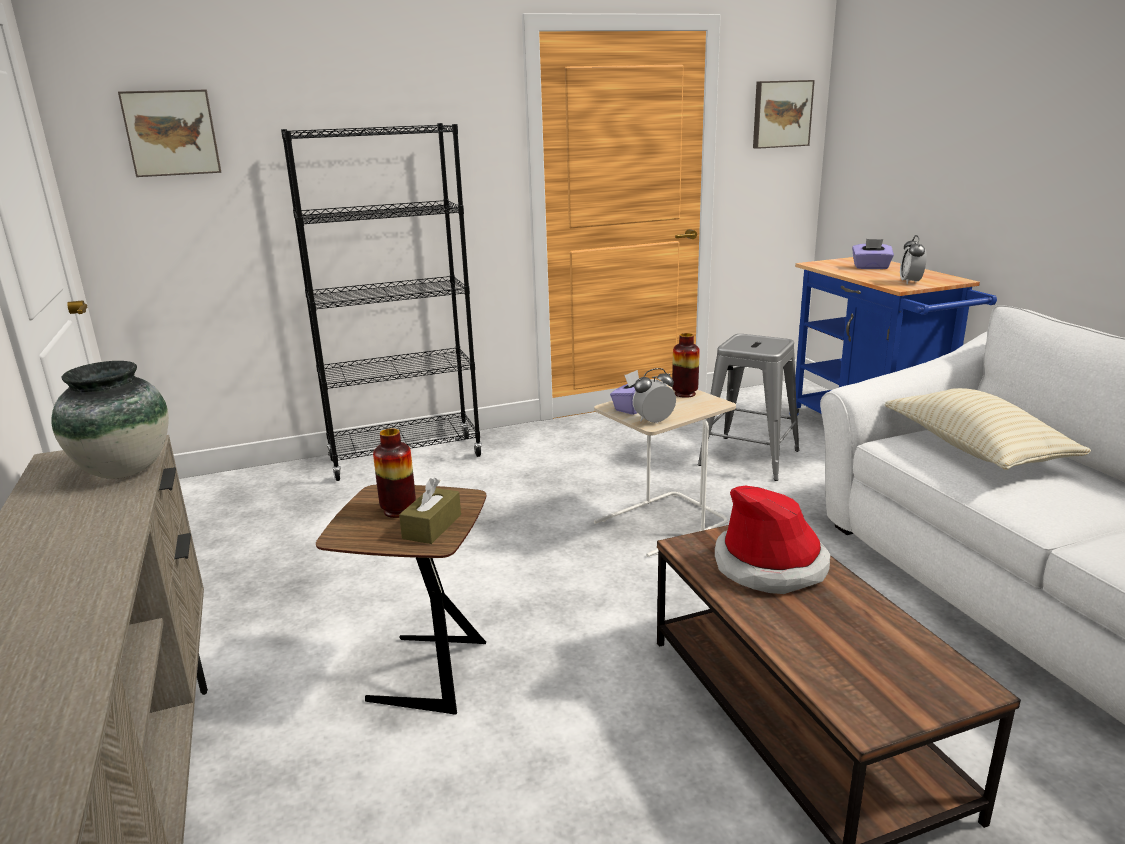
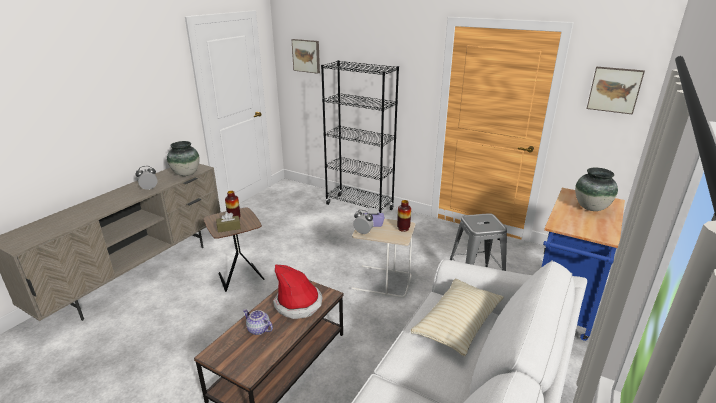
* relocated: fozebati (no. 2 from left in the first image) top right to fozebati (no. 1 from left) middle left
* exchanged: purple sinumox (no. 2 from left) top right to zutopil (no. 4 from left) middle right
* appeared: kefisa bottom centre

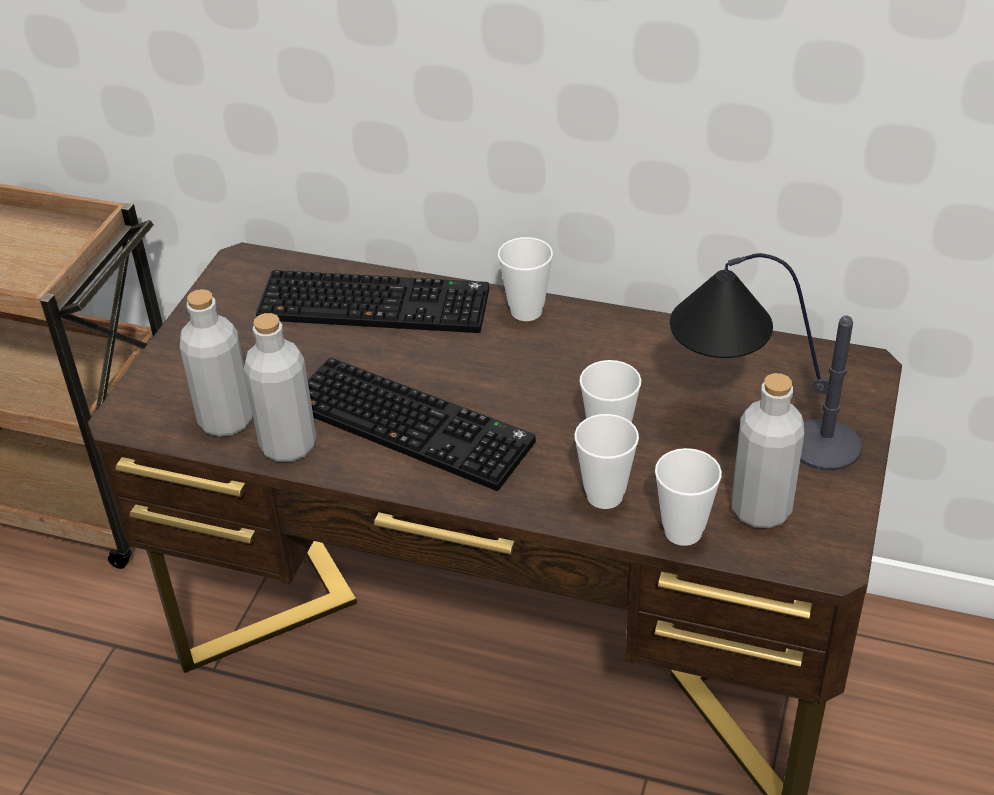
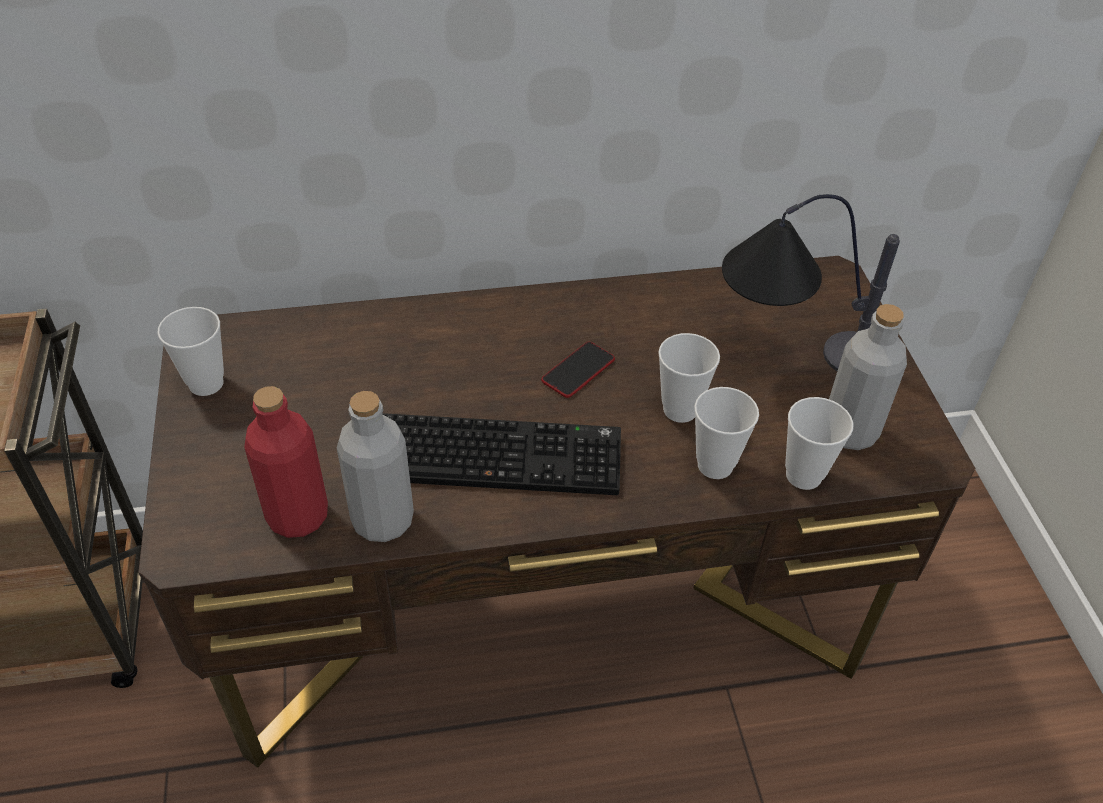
* relocated: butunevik (no. 1 from left) centre to middle left
* missing: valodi (no. 1 from left) centre
* colour: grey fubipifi (no. 1 from left) middle left to red fubipifi middle left
* appeared: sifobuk centre

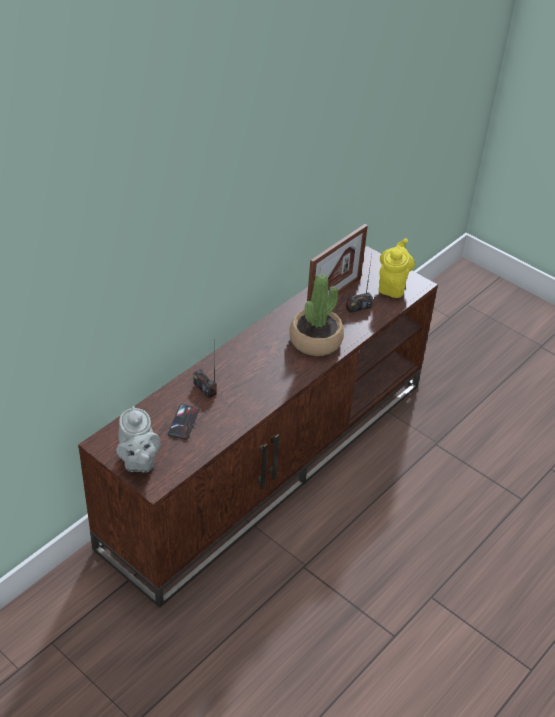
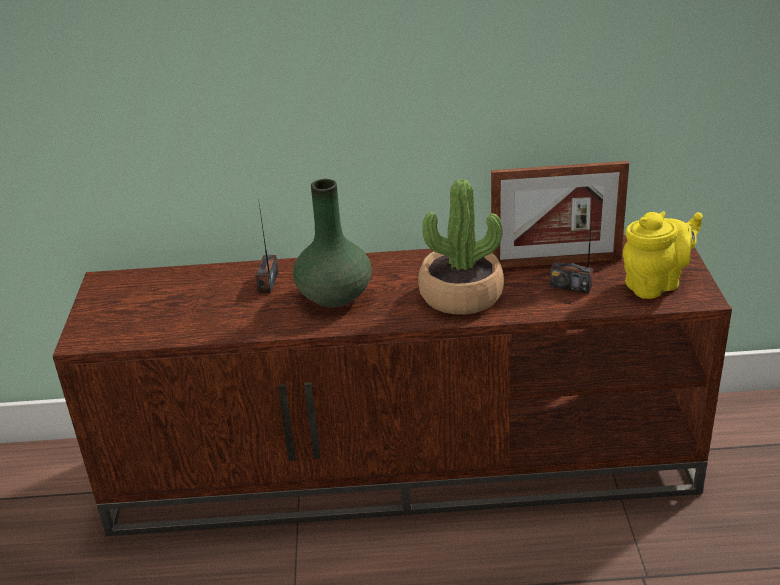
* missing: sifobuk middle left
* missing: grey kefisa middle left
* appeared: green zutopil centre

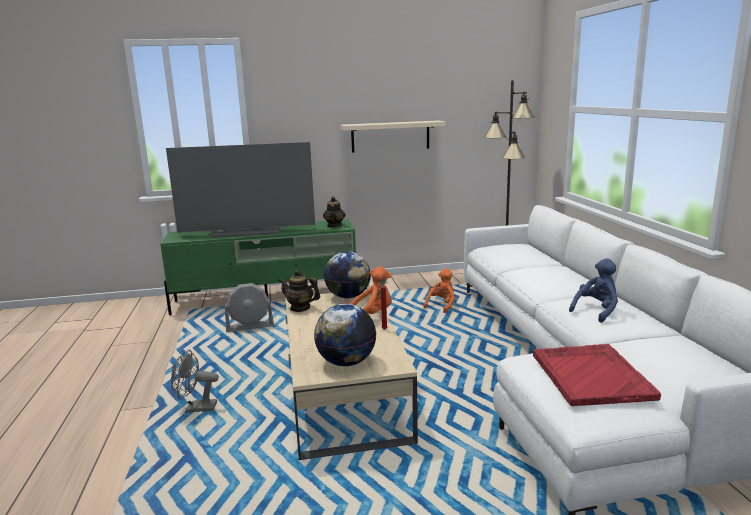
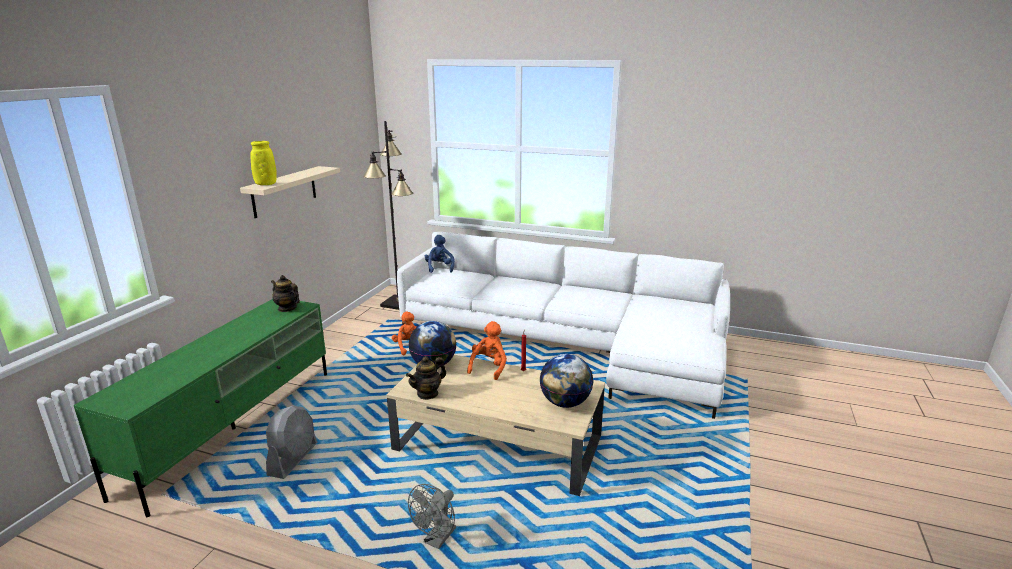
* missing: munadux middle left
* relocated: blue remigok middle right to centre
* missing: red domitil bottom right
* appeared: yellow zutopil top left

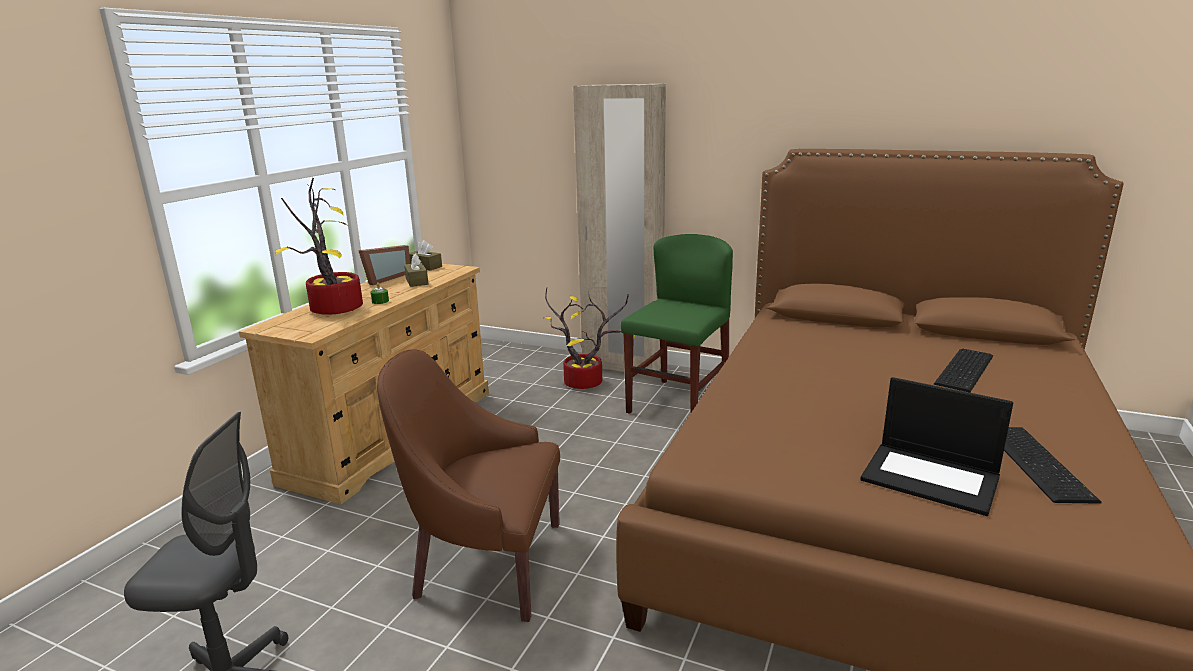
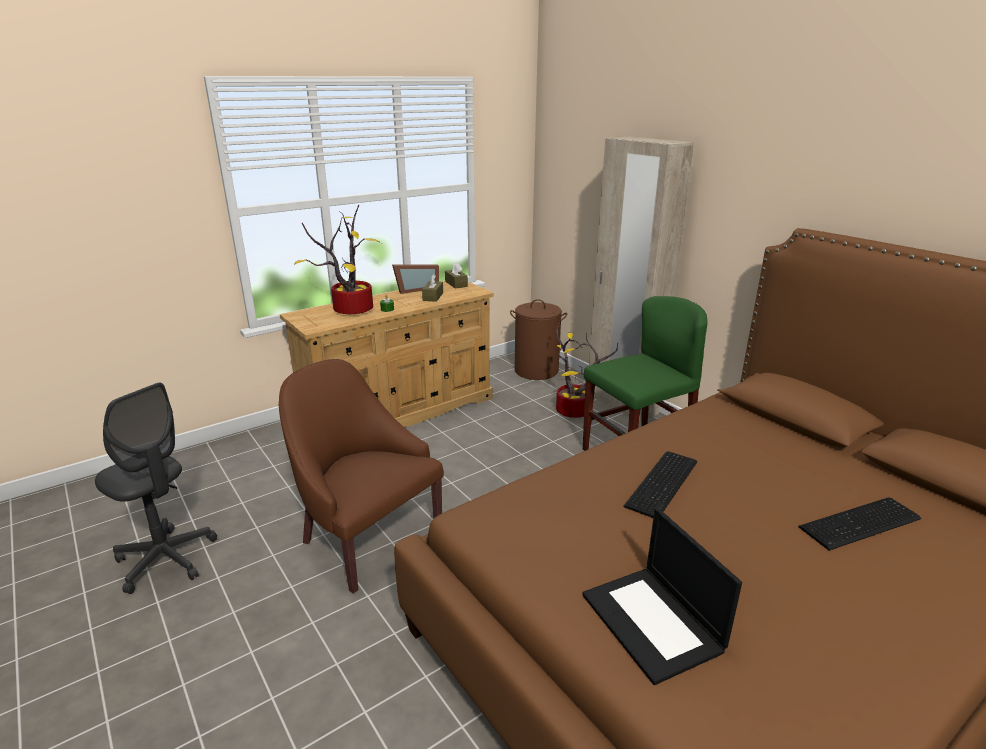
* relocated: valodi (no. 2 from left in the first image) bottom right to valodi (no. 1 from left) middle right
* appeared: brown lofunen centre

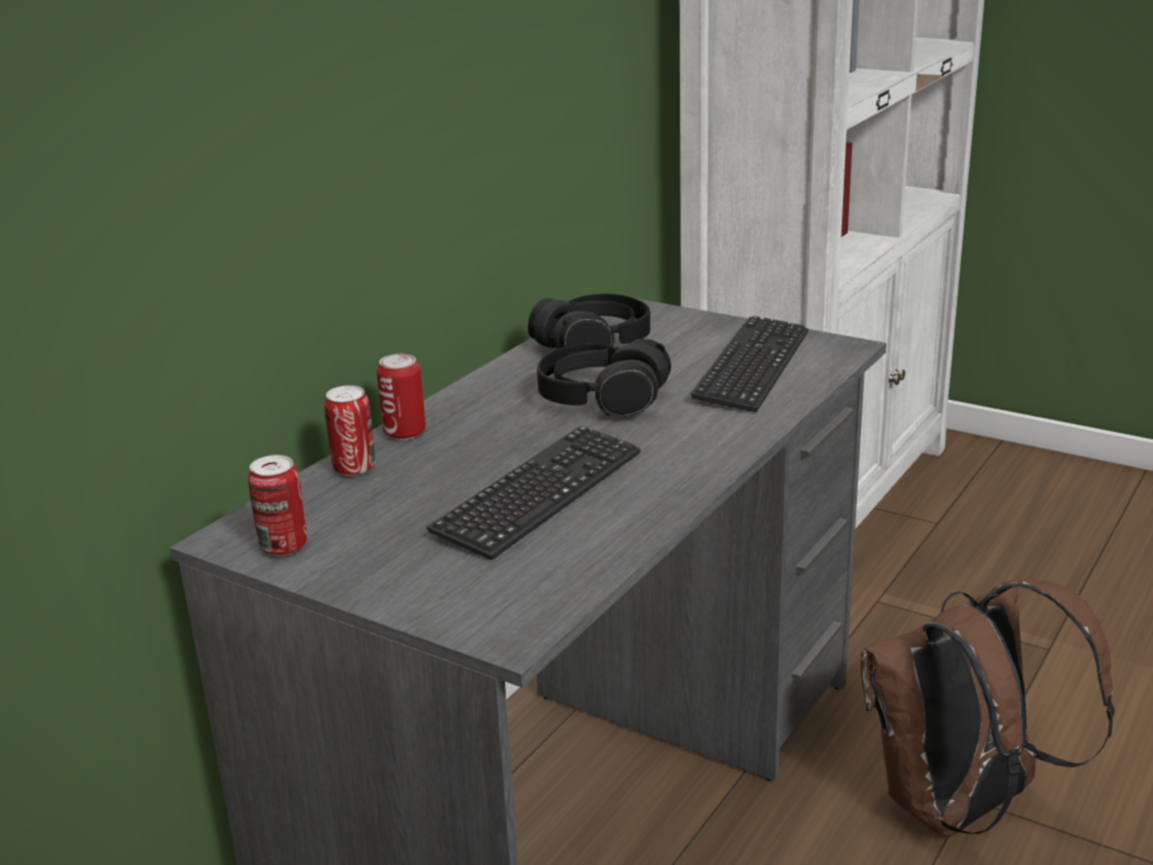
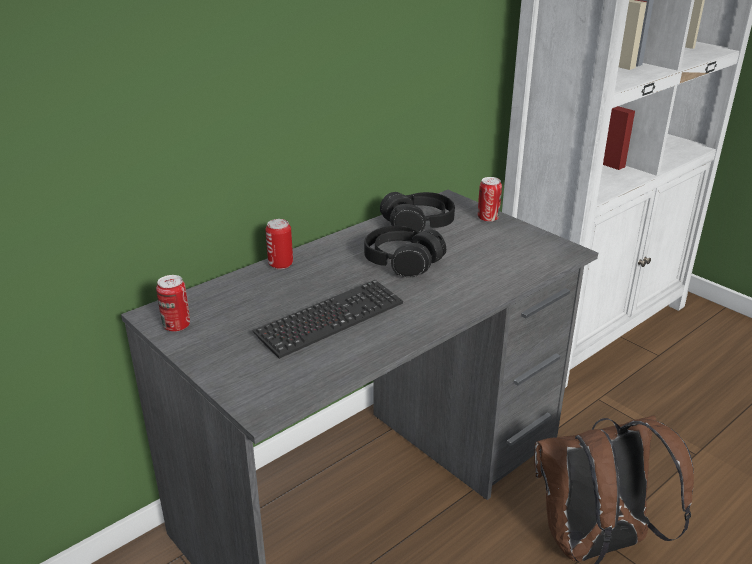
* missing: valodi (no. 2 from left) centre
* relocated: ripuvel (no. 2 from left in the first image) middle left to ripuvel (no. 3 from left) centre

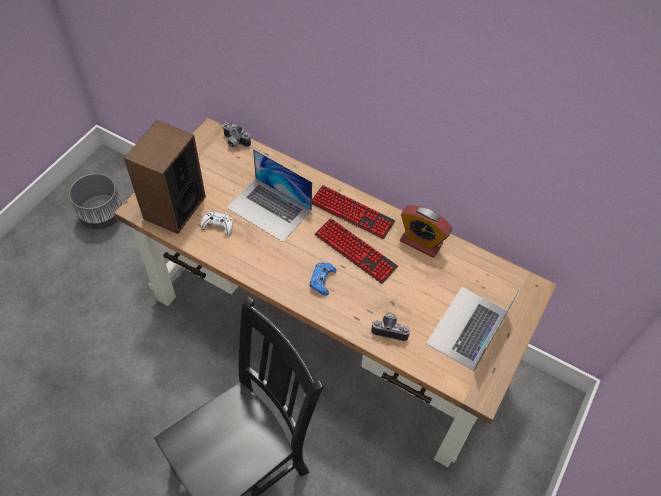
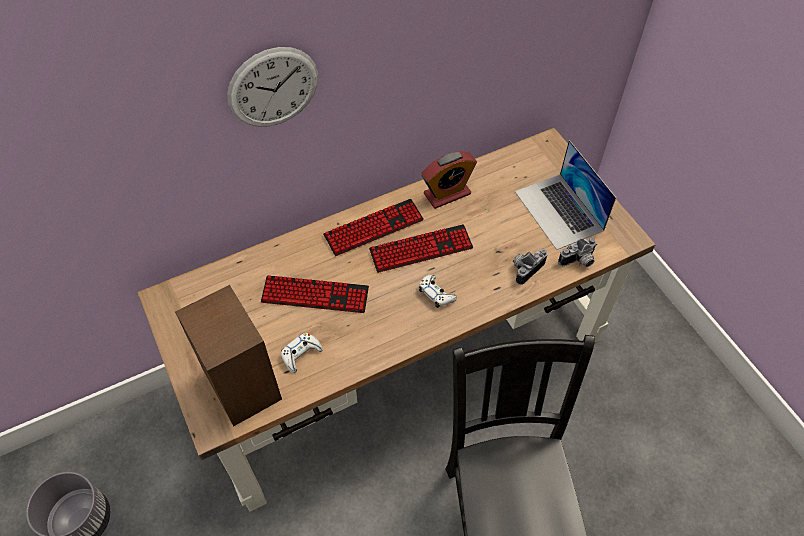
* relocated: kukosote (no. 1 from left in the first image) top centre to kukosote (no. 2 from left) middle right
* exchanged: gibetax (no. 1 from left) centre to valodi (no. 1 from left) centre
* colour: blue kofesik centre to white kofesik (no. 2 from left) centre
* appeared: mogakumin top centre

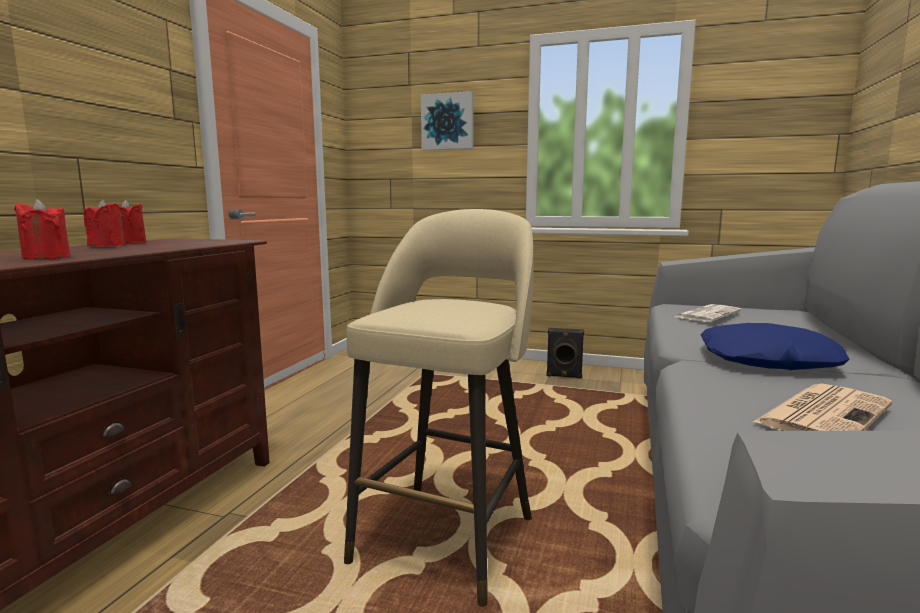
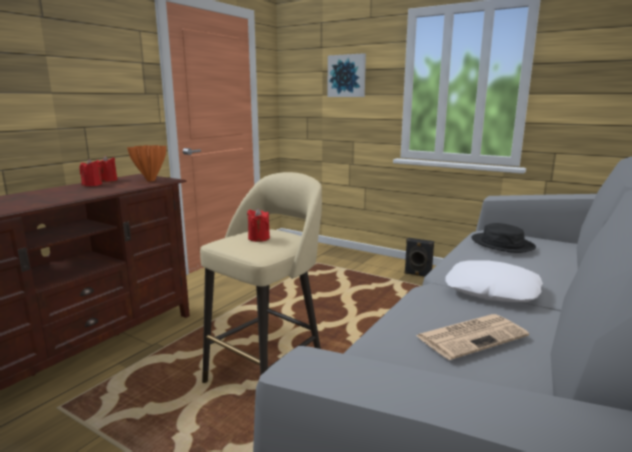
* relocated: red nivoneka (no. 1 from left in the first image) middle left to red nivoneka (no. 3 from left) centre
* exchanged: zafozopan (no. 1 from left) middle right to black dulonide middle right
* colour: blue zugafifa middle right to white zugafifa middle right
* appeared: orange zutopil middle left

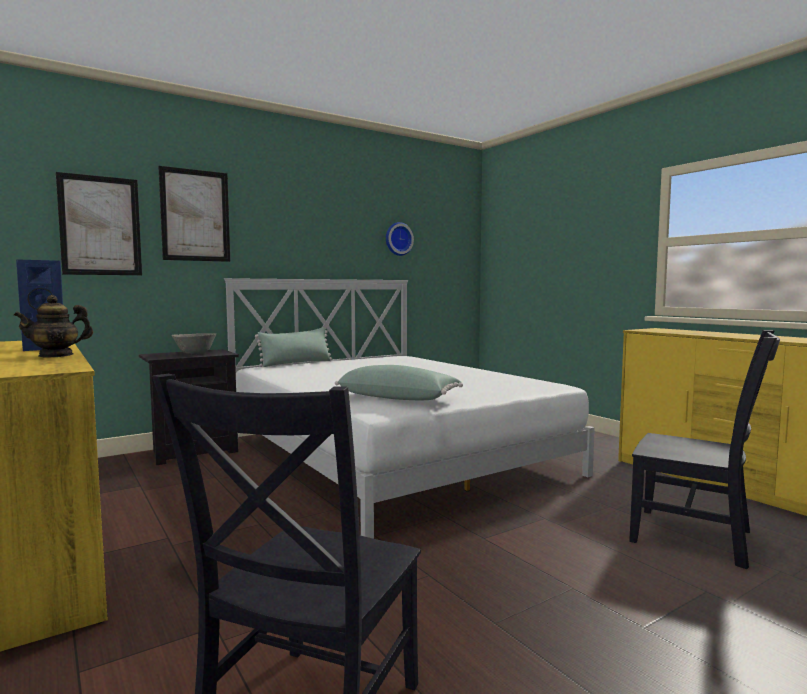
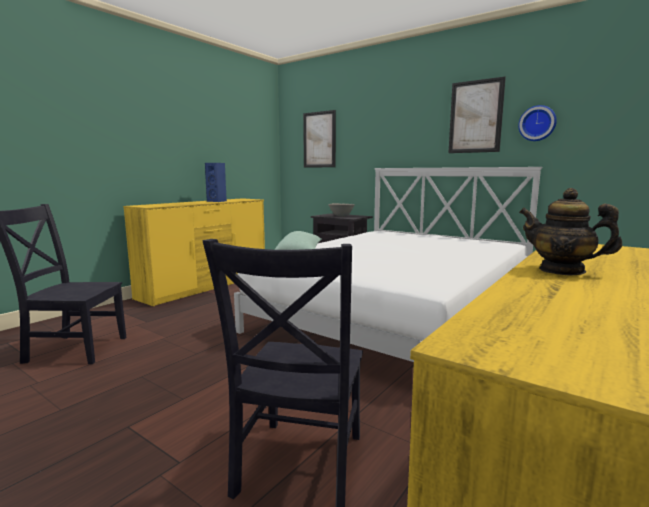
* relocated: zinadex (no. 2 from left) top left to top right
* relocated: kefisa middle left to middle right
* missing: green zugafifa (no. 1 from left) centre

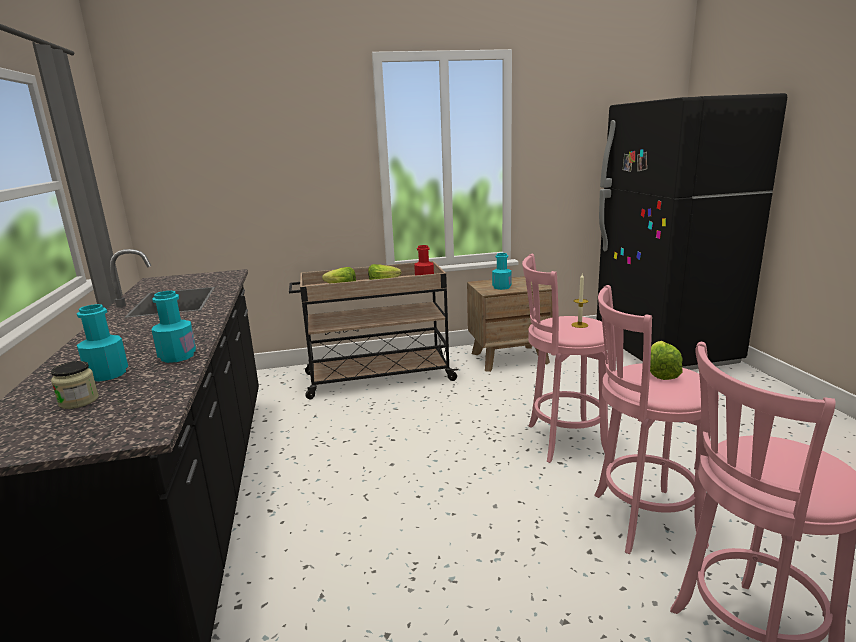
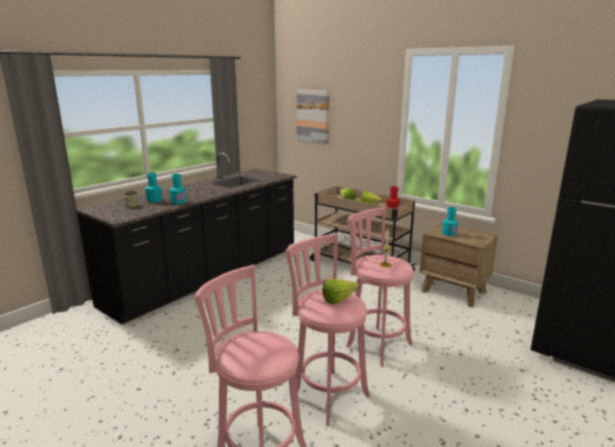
* appeared: zinadex top centre

